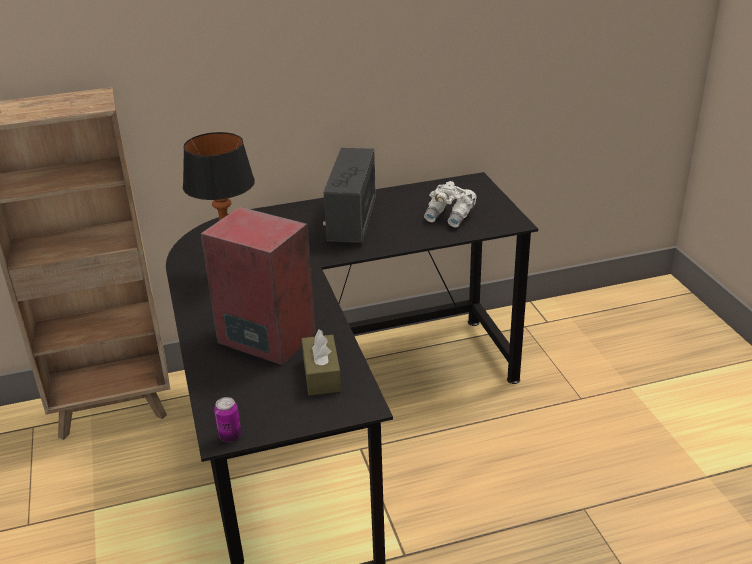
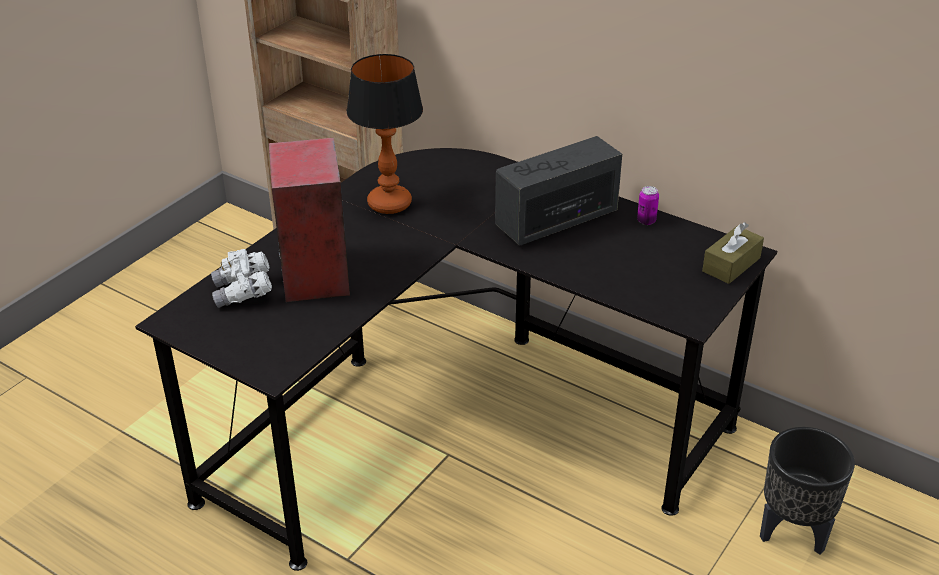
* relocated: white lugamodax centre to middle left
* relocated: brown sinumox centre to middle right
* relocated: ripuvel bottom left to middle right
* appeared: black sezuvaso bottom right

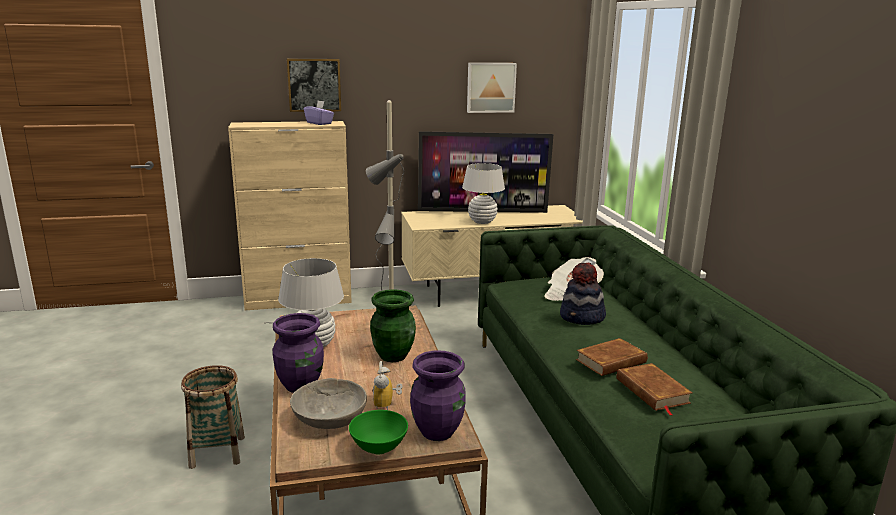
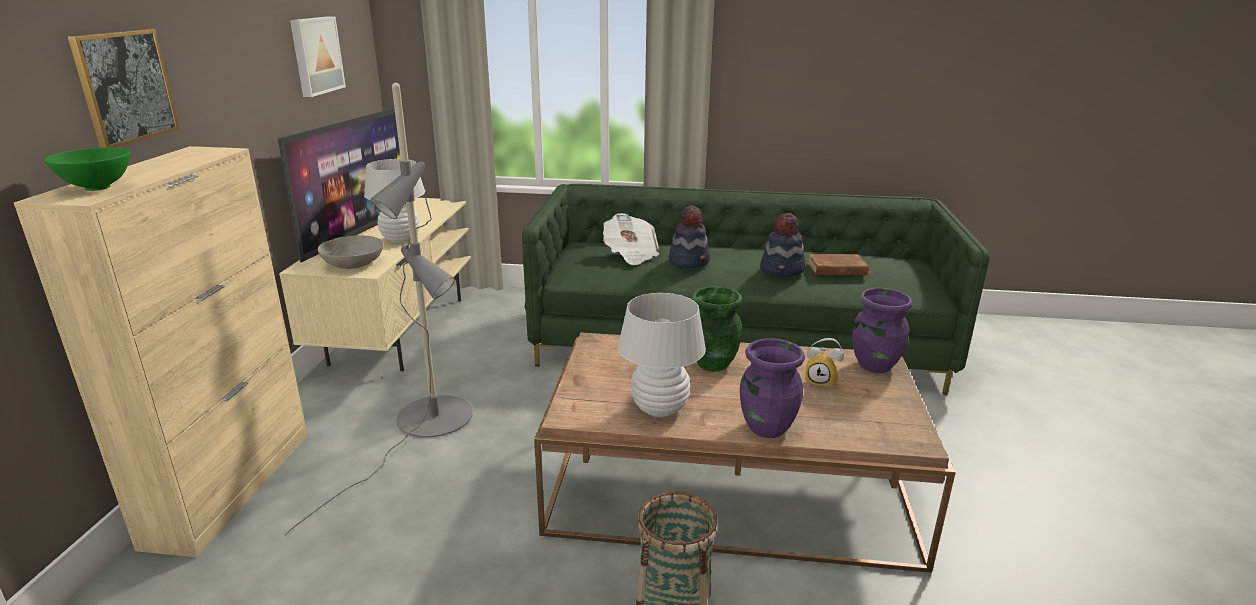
* missing: purple sinumox top centre
* exchanged: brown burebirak (no. 1 from left) bottom right to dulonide (no. 2 from left) centre
* relocated: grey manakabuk bottom centre to middle left
* relocated: green manakabuk bottom centre to top left

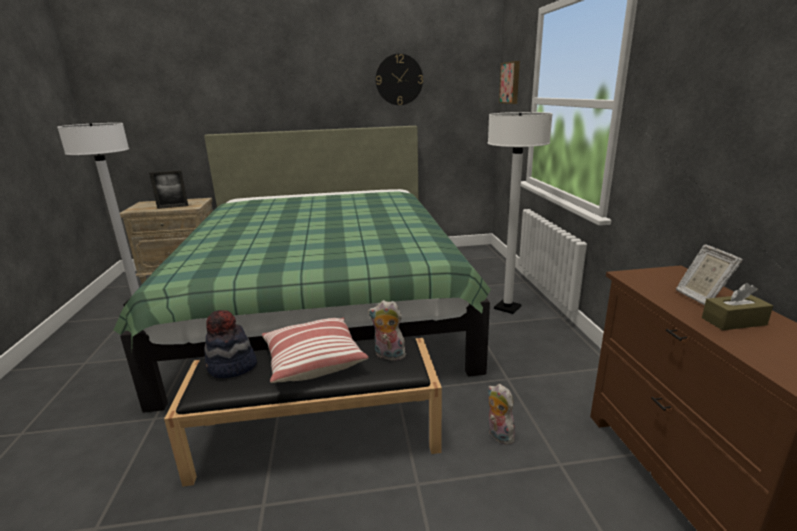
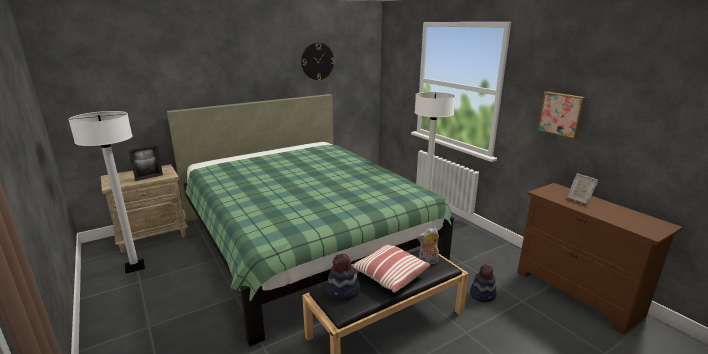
* relocated: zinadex top centre to top right
* missing: brown sinumox middle right
* exchanged: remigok (no. 2 from left) bottom centre to dulonide (no. 2 from left) bottom right

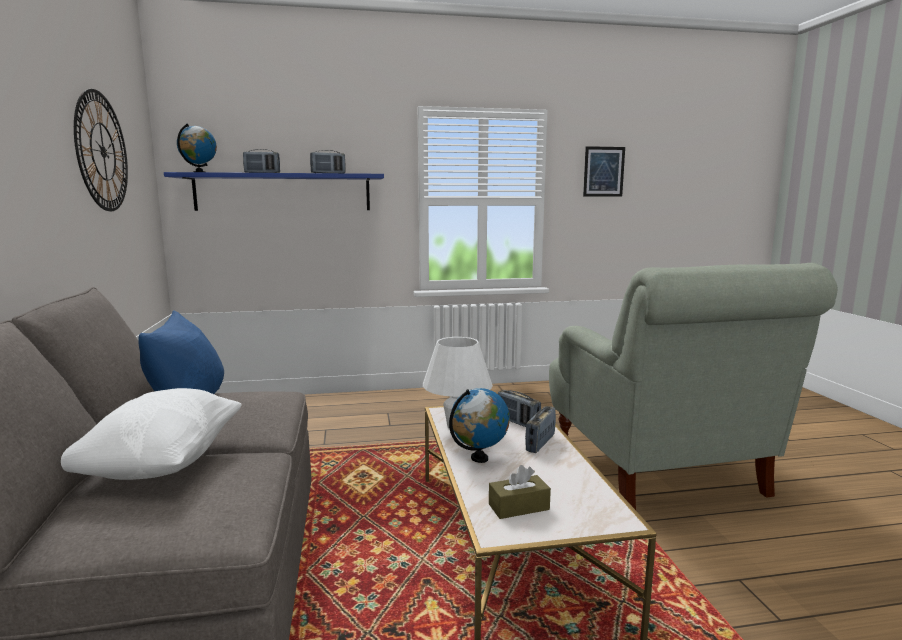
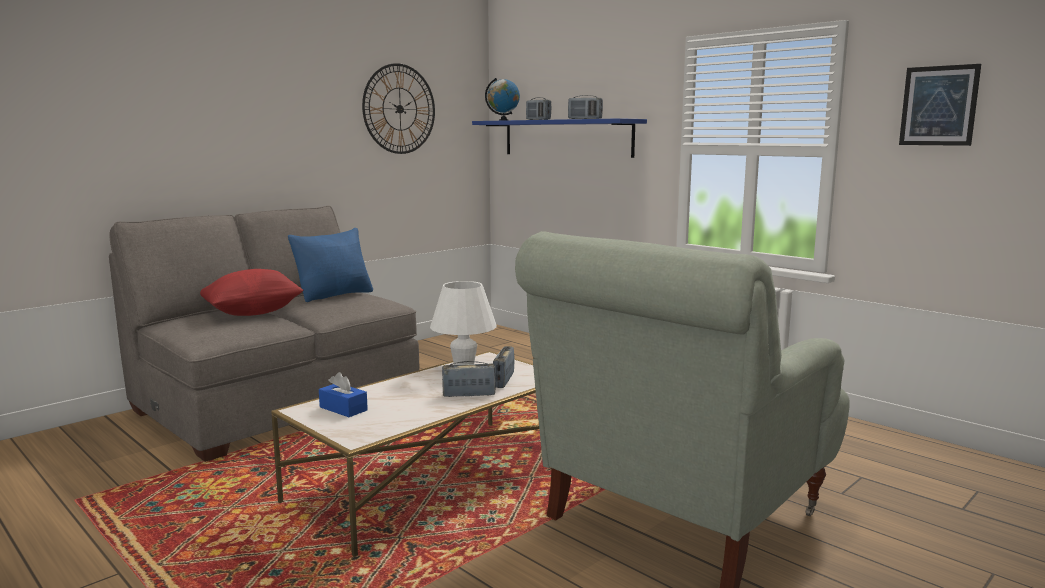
* colour: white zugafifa bottom left to red zugafifa middle left
* missing: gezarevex (no. 2 from left) centre
* colour: brown sinumox bottom centre to blue sinumox bottom left

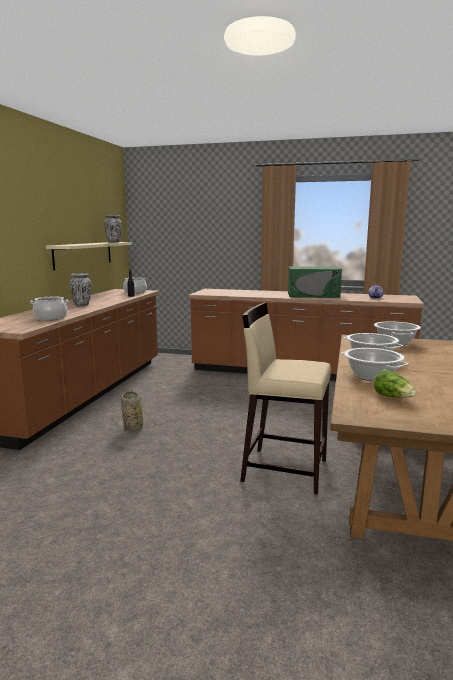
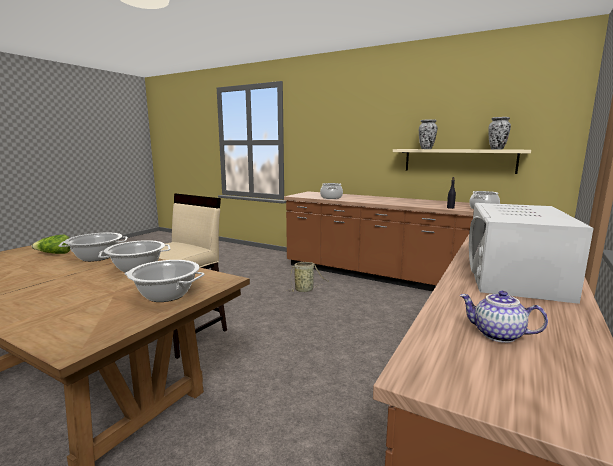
* colour: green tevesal middle right to white tevesal middle right
* relocated: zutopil (no. 1 from left) middle left to top right

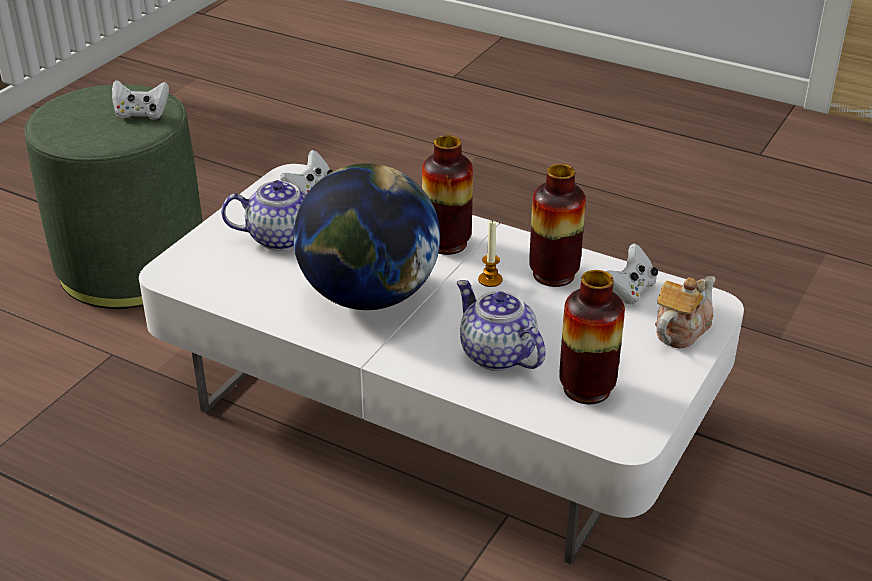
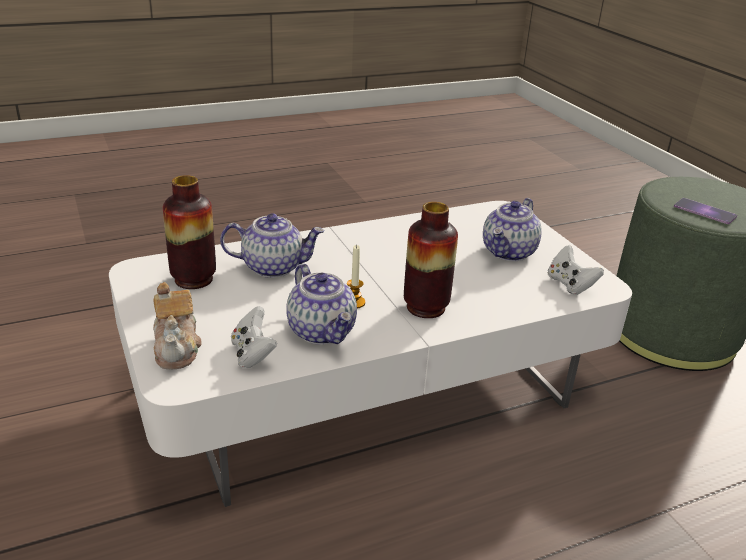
* exchanged: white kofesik (no. 1 from left) top left to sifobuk middle right
* missing: gezarevex centre
* exchanged: zutopil (no. 2 from left) centre to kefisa (no. 3 from left) centre

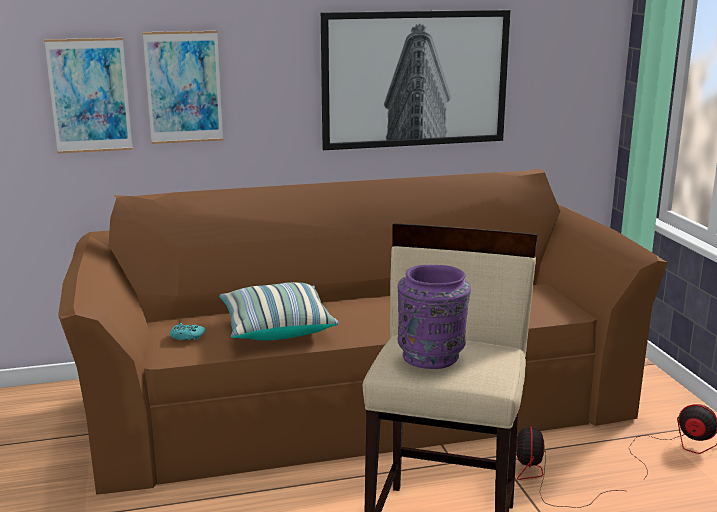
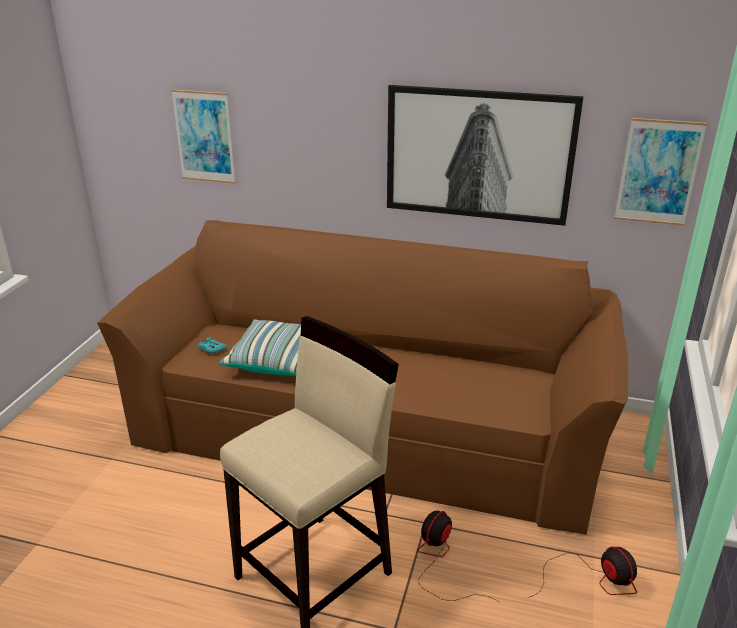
* relocated: zinadex (no. 2 from left in the first image) top left to zinadex (no. 3 from left) top right
* missing: purple zutopil centre

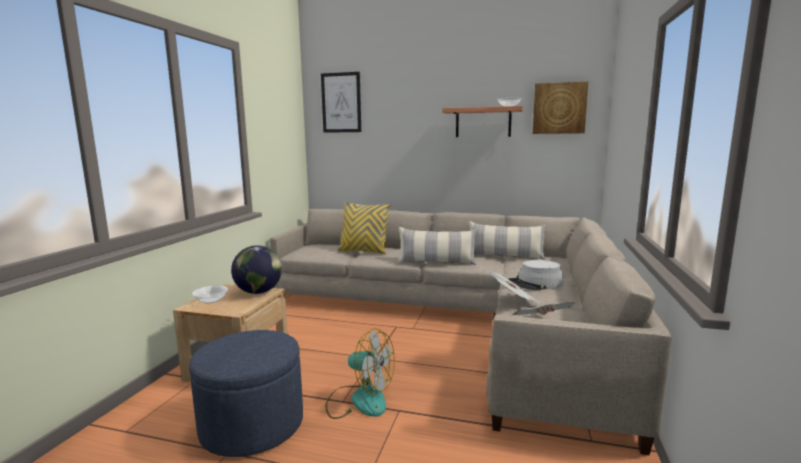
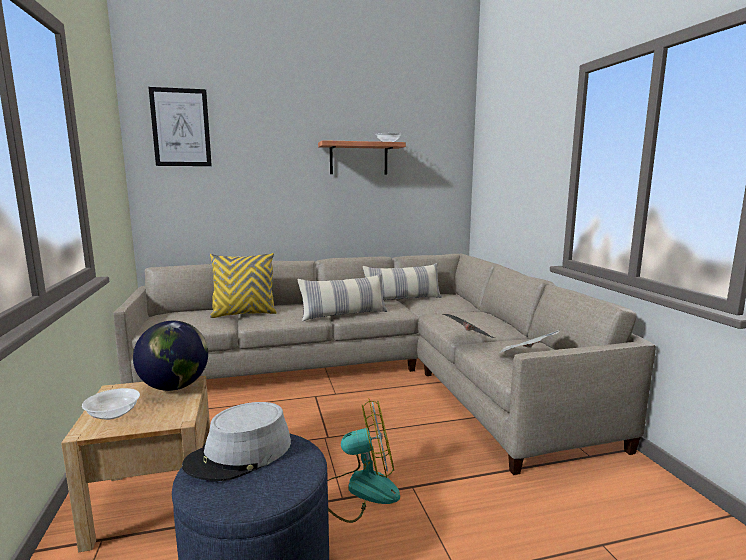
* missing: zinadex (no. 2 from left) top right
* relocated: grey dulonide middle right to bottom left

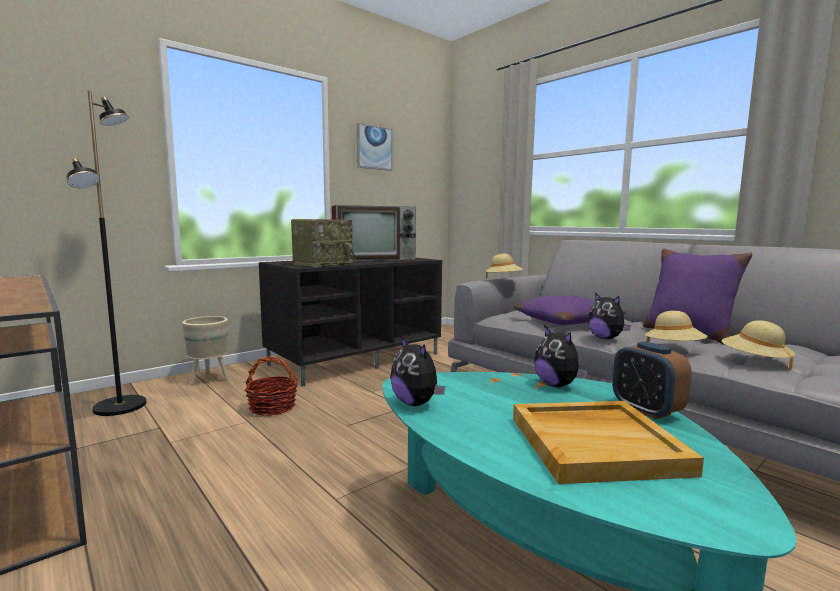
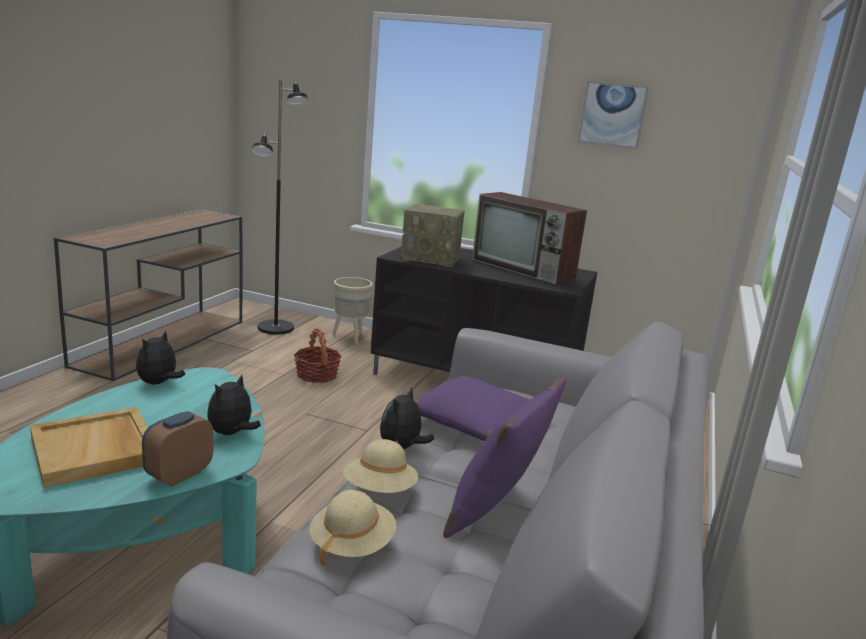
* missing: beige dulonide (no. 1 from left) centre

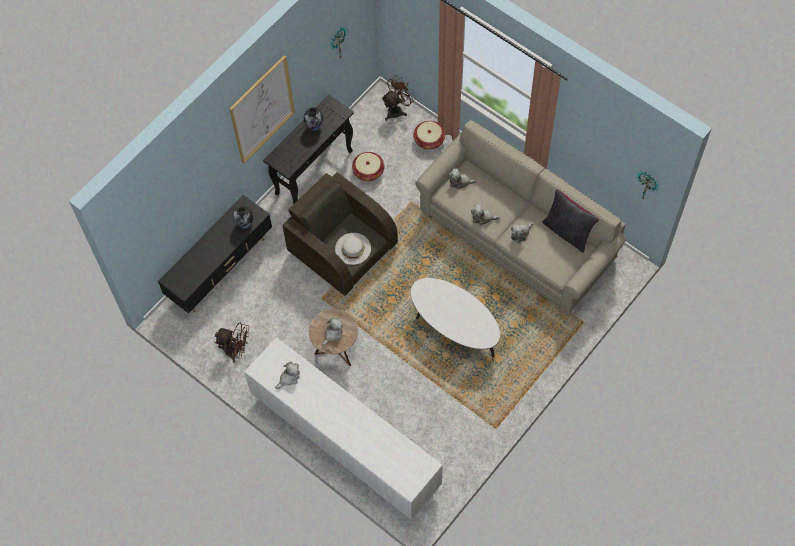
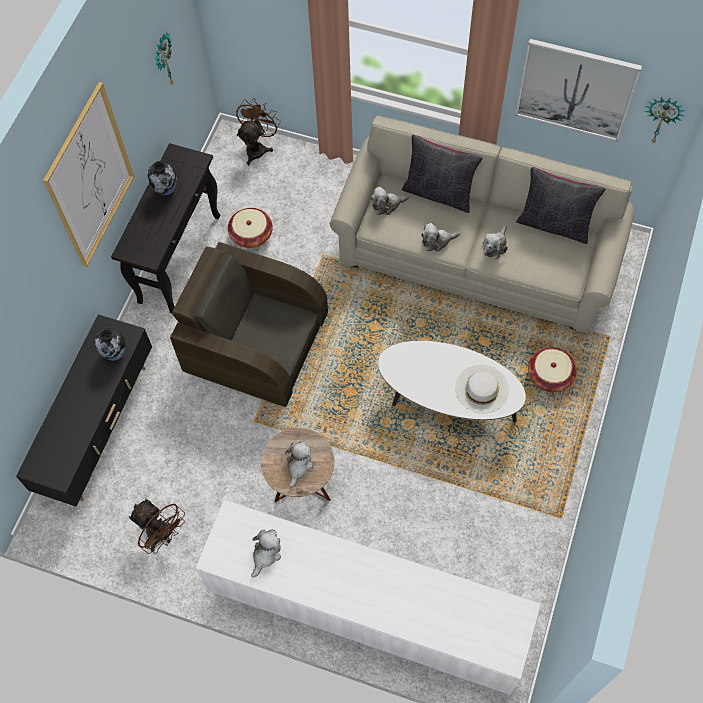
* relocated: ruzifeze (no. 2 from left) top centre to middle right
* relocated: white dulonide centre to middle right
* spun: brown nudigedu (no. 1 from left) middle left = bottom left 45 degrees clockwise
* appeared: zinadex (no. 2 from left) top right
* appeared: black zugafifa (no. 1 from left) top centre

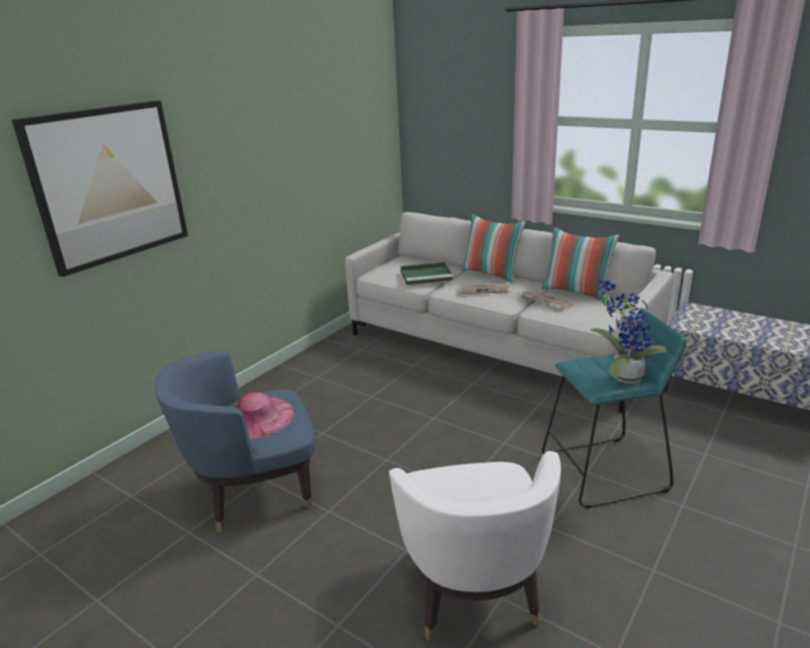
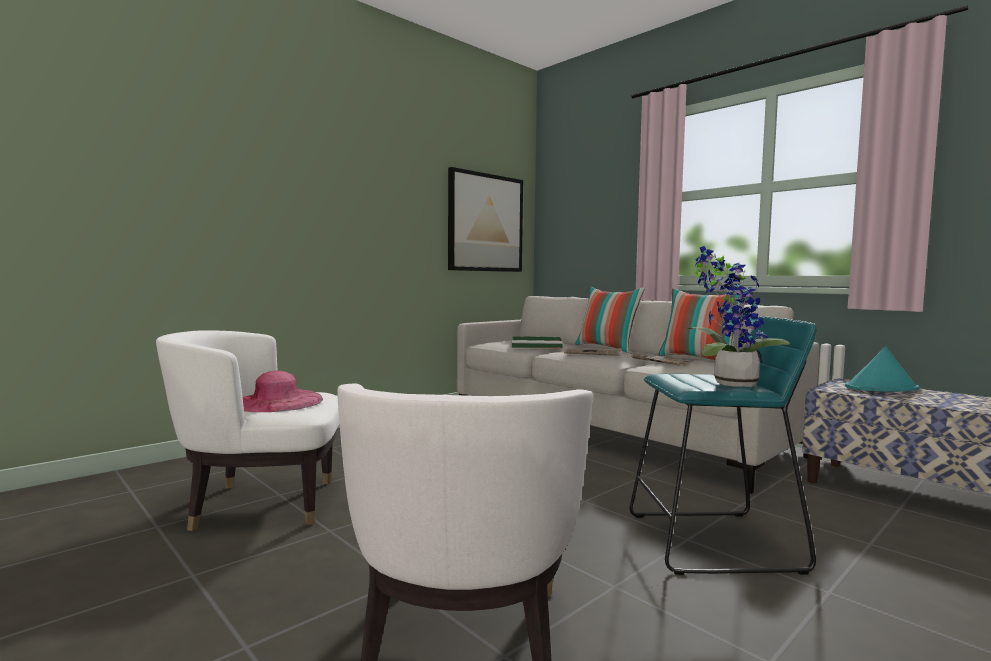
* relocated: zinadex top left to top centre
* colour: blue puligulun bottom left to white puligulun (no. 1 from left) middle left
* appeared: turquoise dulonide middle right

